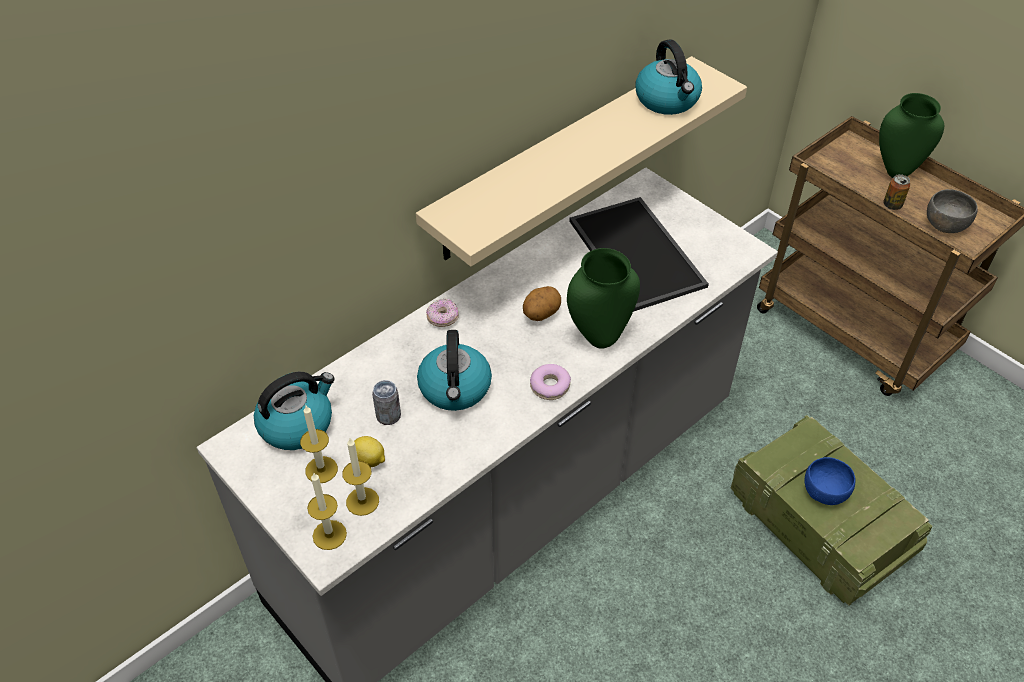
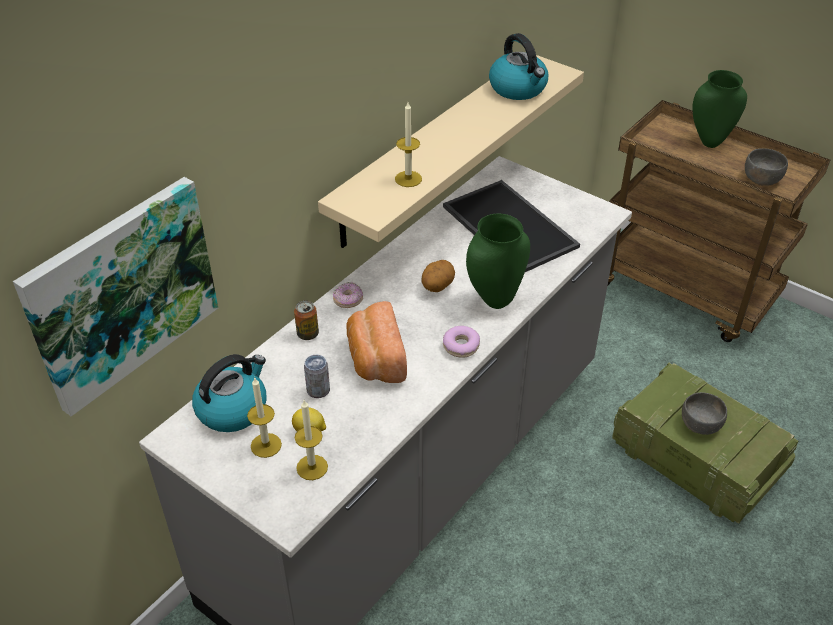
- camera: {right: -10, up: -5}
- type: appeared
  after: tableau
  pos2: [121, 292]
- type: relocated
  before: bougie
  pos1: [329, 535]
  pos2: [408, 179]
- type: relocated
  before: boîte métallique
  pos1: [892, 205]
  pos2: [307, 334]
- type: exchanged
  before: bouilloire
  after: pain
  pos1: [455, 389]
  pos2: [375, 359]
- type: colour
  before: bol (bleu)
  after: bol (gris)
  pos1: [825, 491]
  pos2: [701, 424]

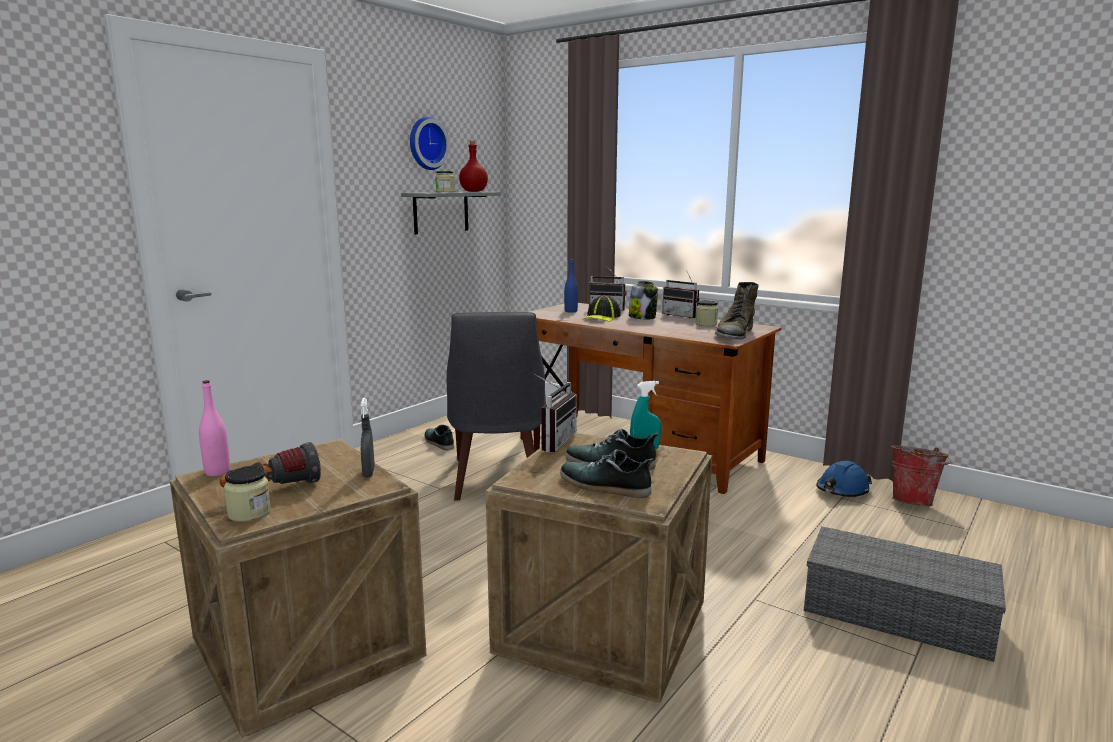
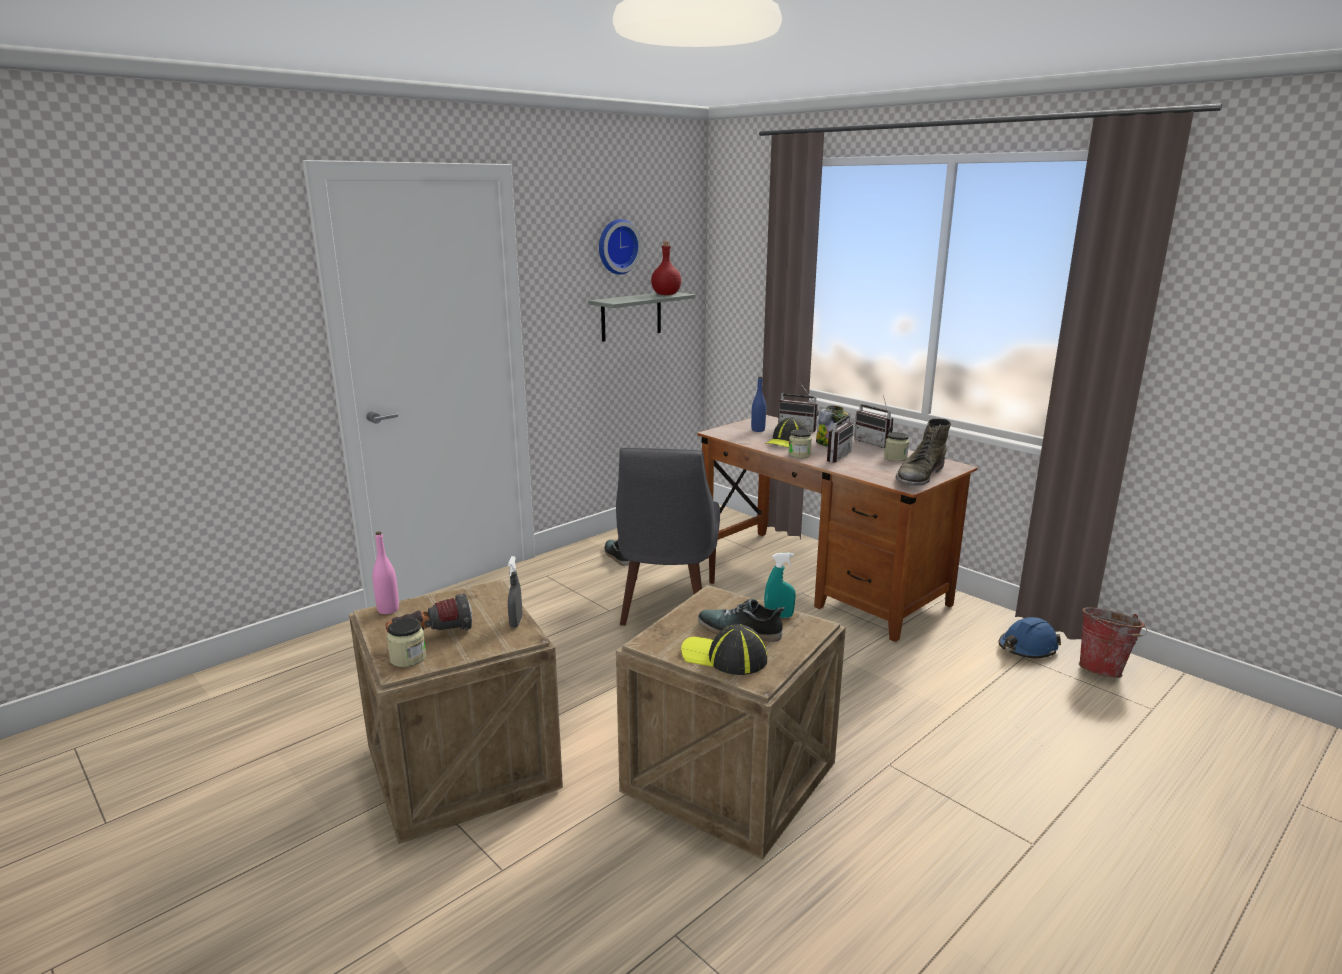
- camera: {right: 10, up: 5}
- type: missing
  before: boîte de rangement (gris)
  pos1: [900, 612]
- type: relocated
  before: bocal
  pos1: [445, 192]
  pos2: [799, 455]
- type: relocated
  before: radio
  pos1: [552, 441]
  pos2: [834, 456]
- type: exchanged
  before: chaussure
  after: casquette
  pos1: [604, 486]
  pos2: [724, 657]

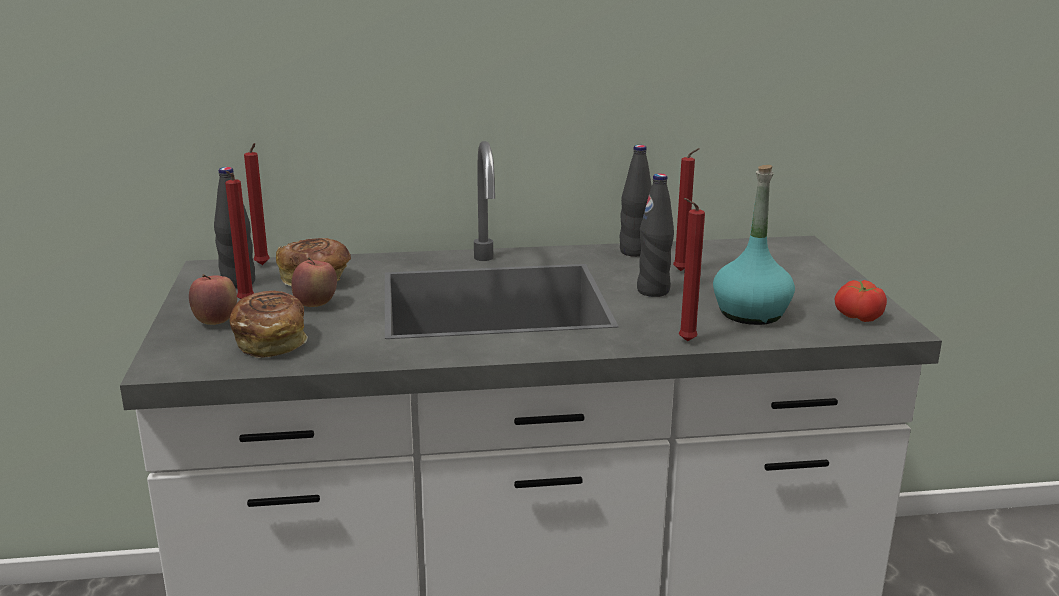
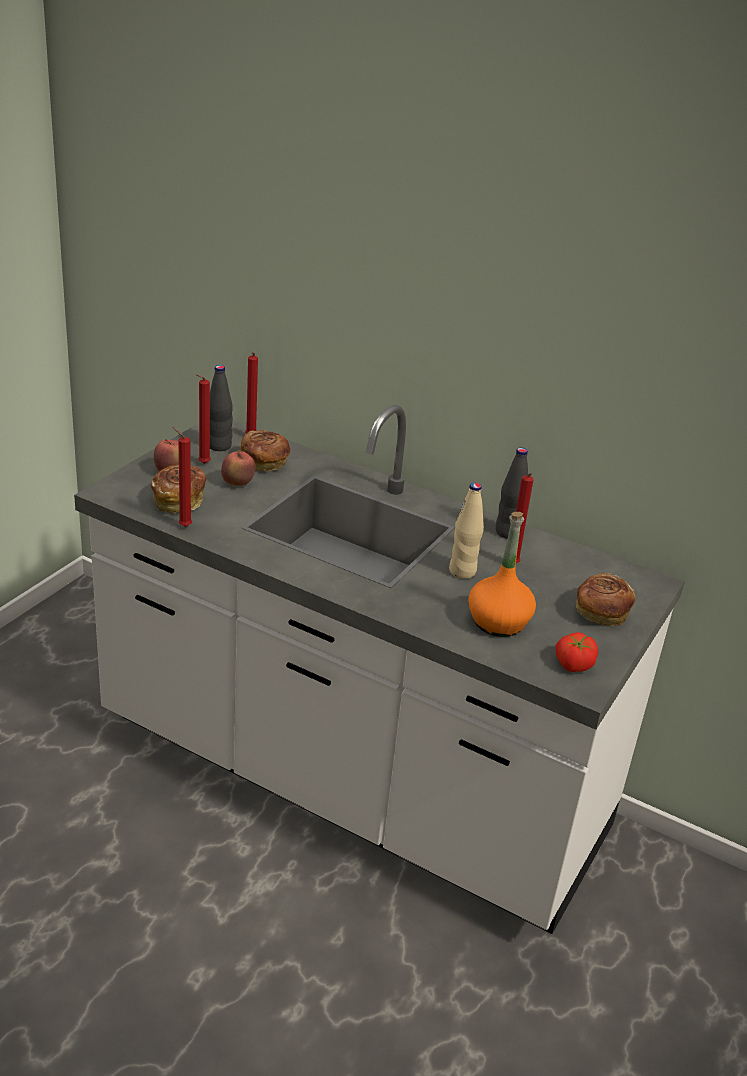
- camera: {right: 35, up: 10}
- type: appeared
  after: pain
  pos2: [601, 613]
- type: relocated
  before: bougie (rouge)
  pos1: [684, 341]
  pos2: [183, 526]
- type: colour
  before: bouteille (noir)
  after: bouteille (beige)
  pos1: [653, 291]
  pos2: [462, 571]
- type: colour
  before: bouteille (turquoise)
  after: bouteille (orange)
  pos1: [750, 313]
  pos2: [498, 622]

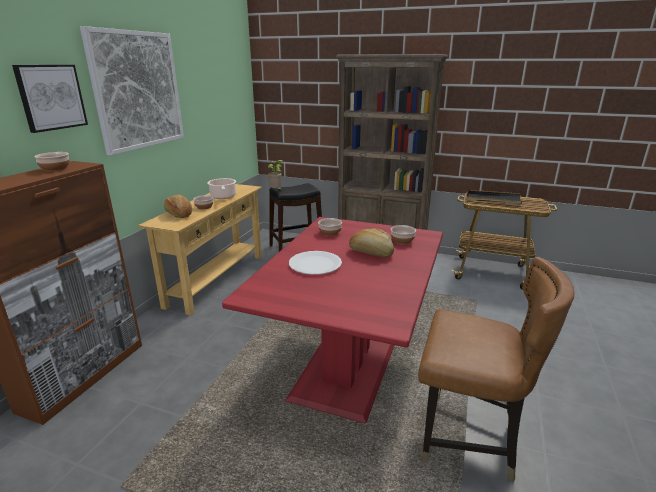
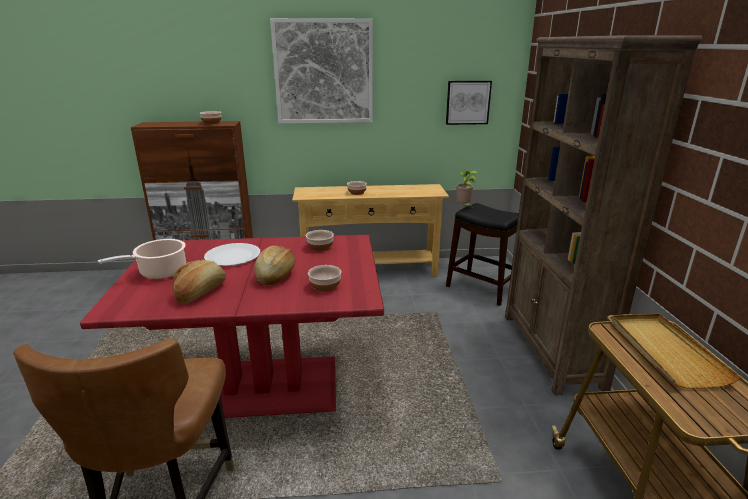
- camera: {right: 65, up: 0}
- type: relocated
  before: tableau
  pos1: [51, 97]
  pos2: [467, 102]
- type: relocated
  before: pain
  pos1: [179, 214]
  pos2: [200, 292]
- type: relocated
  before: marmite
  pos1: [223, 197]
  pos2: [160, 272]
- type: colour
  before: plateau (noir)
  after: plateau (beige)
  pos1: [493, 199]
  pos2: [665, 351]

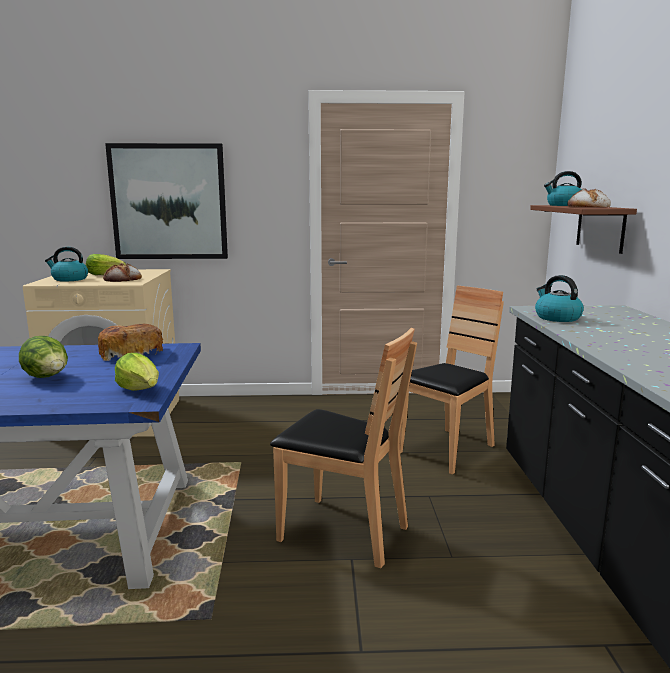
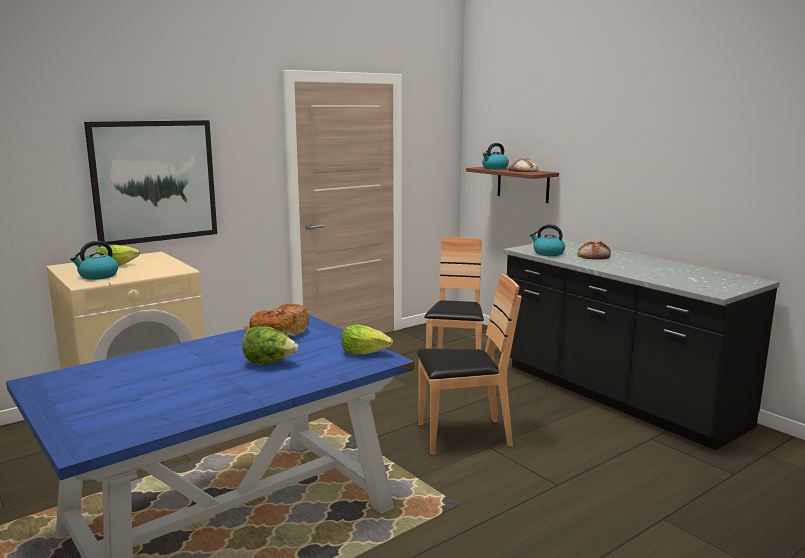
- camera: {right: -35, up: 0}
- type: relocated
  before: pain
  pos1: [123, 279]
  pos2: [594, 256]

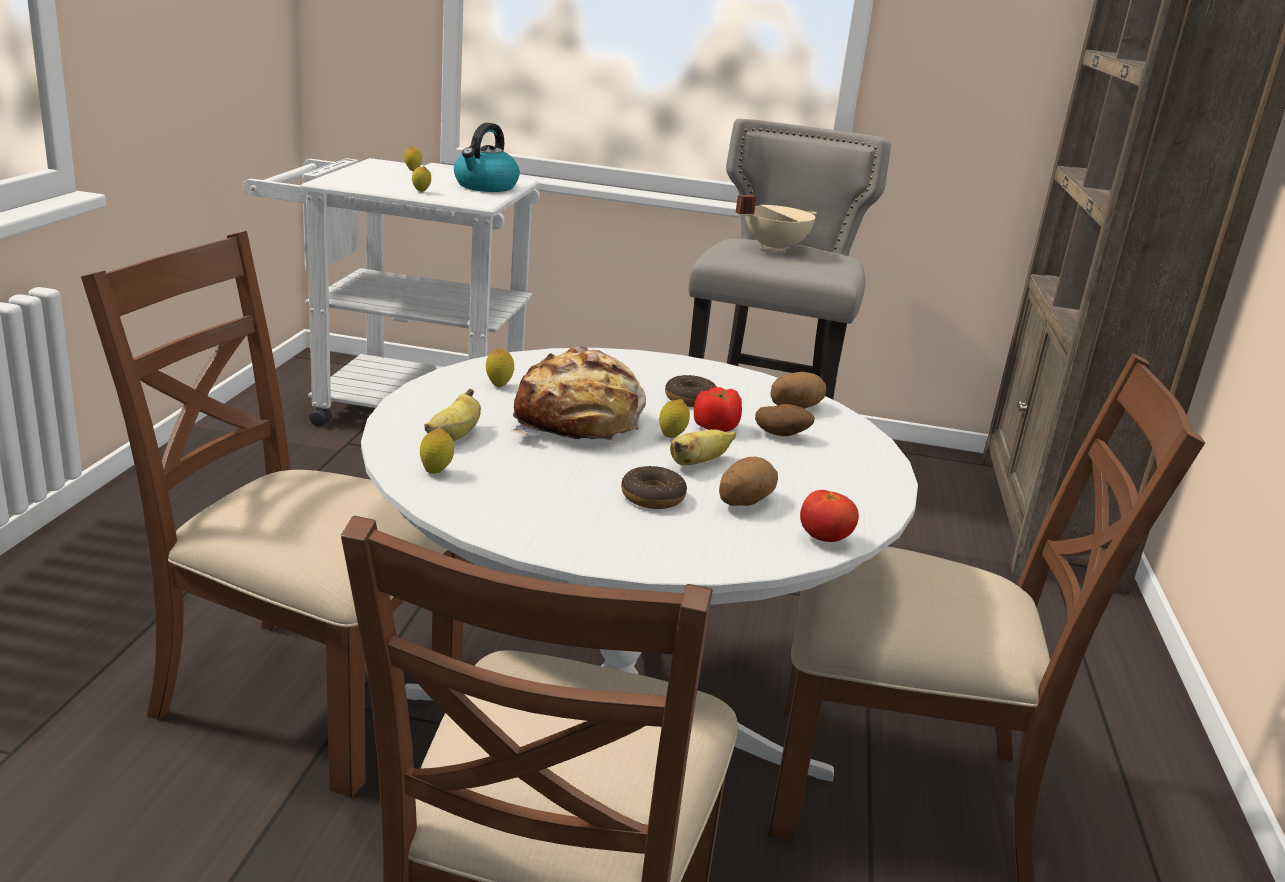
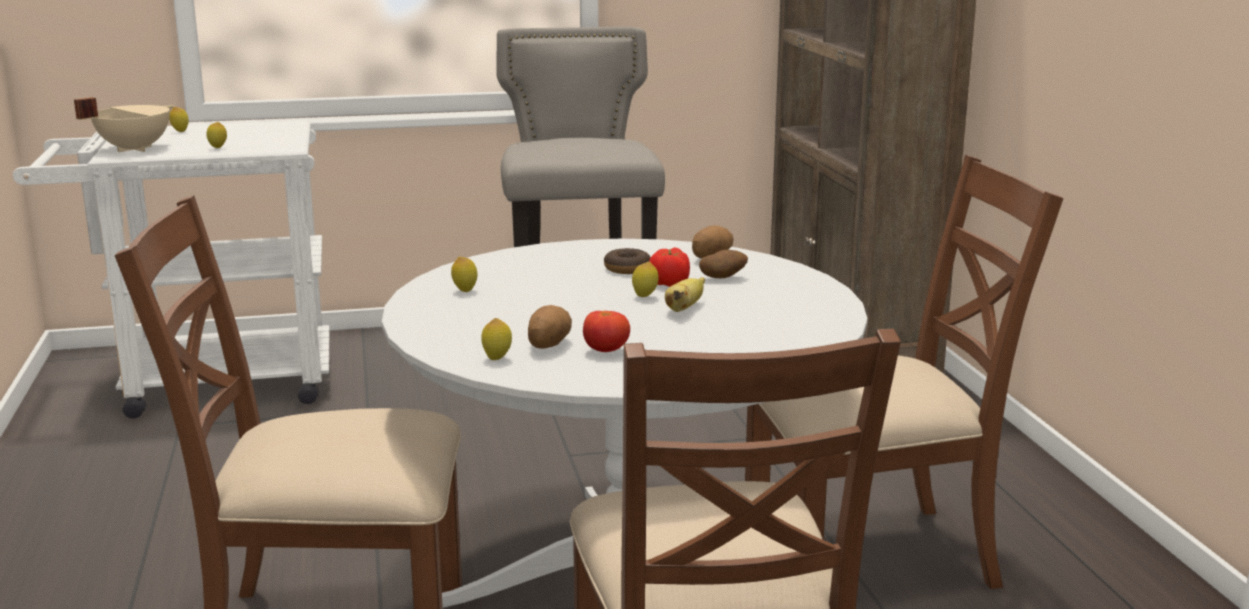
- camera: {right: -20, up: -5}
- type: missing
  before: banane
  pos1: [454, 437]
- type: missing
  before: bouilloire
  pos1: [485, 186]
- type: missing
  before: pain
  pos1: [578, 423]
- type: missing
  before: beignet
  pos1: [652, 497]
- type: relocated
  before: pomme de terre
  pos1: [743, 501]
  pos2: [547, 345]
- type: relocated
  before: marmite (beige)
  pos1: [773, 248]
  pos2: [133, 149]
- type: relocated
  before: tomate
  pos1: [824, 539]
  pos2: [606, 351]

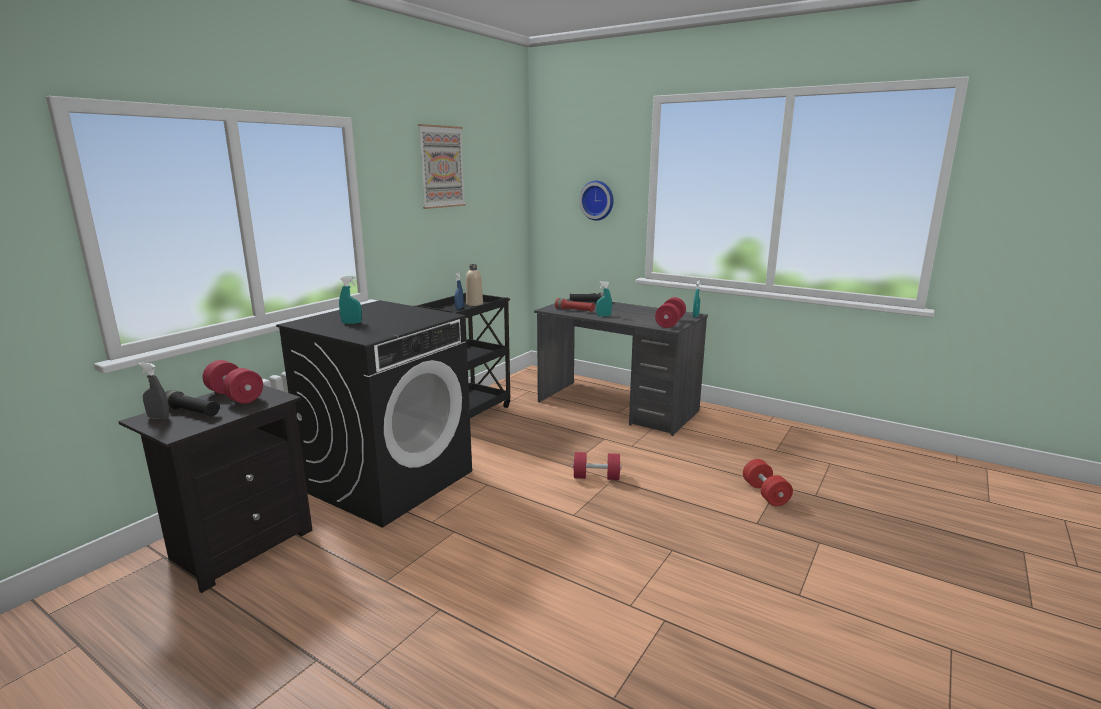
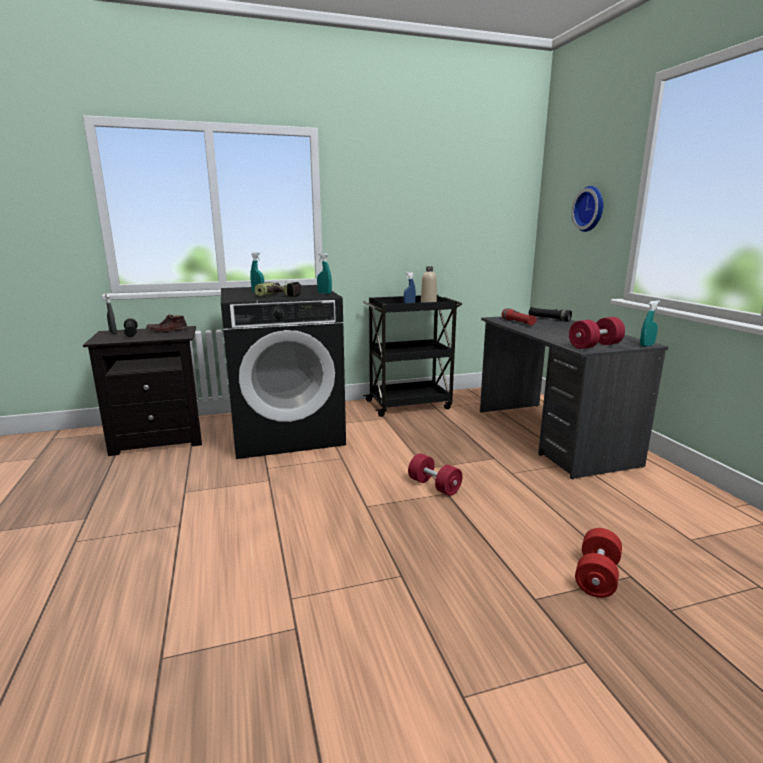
- camera: {right: 40, up: 0}
- type: missing
  before: tableau
  pos1: [441, 167]
- type: appeared
  after: perceuse
  pos2: [282, 294]
- type: relocated
  before: vaporisateur (turquoise)
  pos1: [603, 316]
  pos2: [324, 293]
- type: exchanged
  before: haltère (rouge)
  after: chaussure (marron)
  pos1: [235, 396]
  pos2: [167, 331]

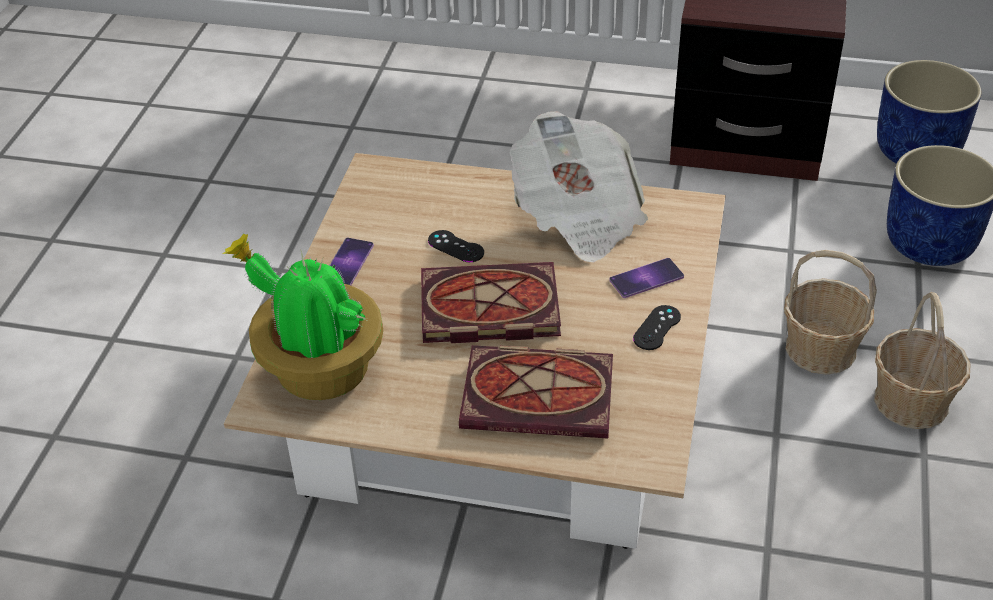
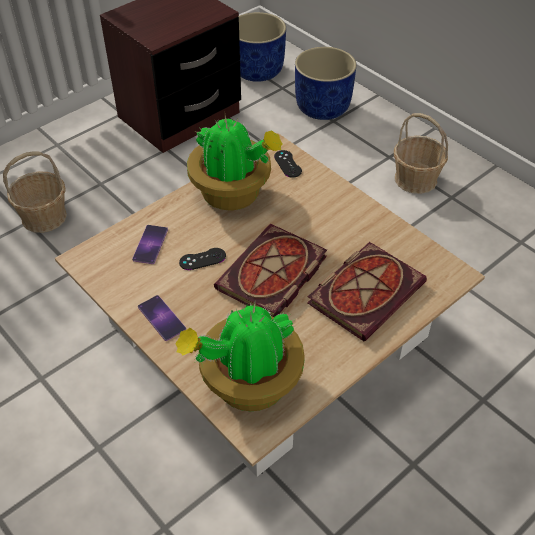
- camera: {right: -55, up: 5}
- type: relocated
  before: téléphone
  pos1: [646, 278]
  pos2: [150, 244]
- type: relocated
  before: manette (noir)
  pos1: [657, 328]
  pos2: [287, 164]
- type: relocated
  before: panier
  pos1: [821, 349]
  pos2: [44, 217]
- type: exchanged
  before: journal
  after: plante en pot
  pos1: [578, 216]
  pos2: [233, 194]

